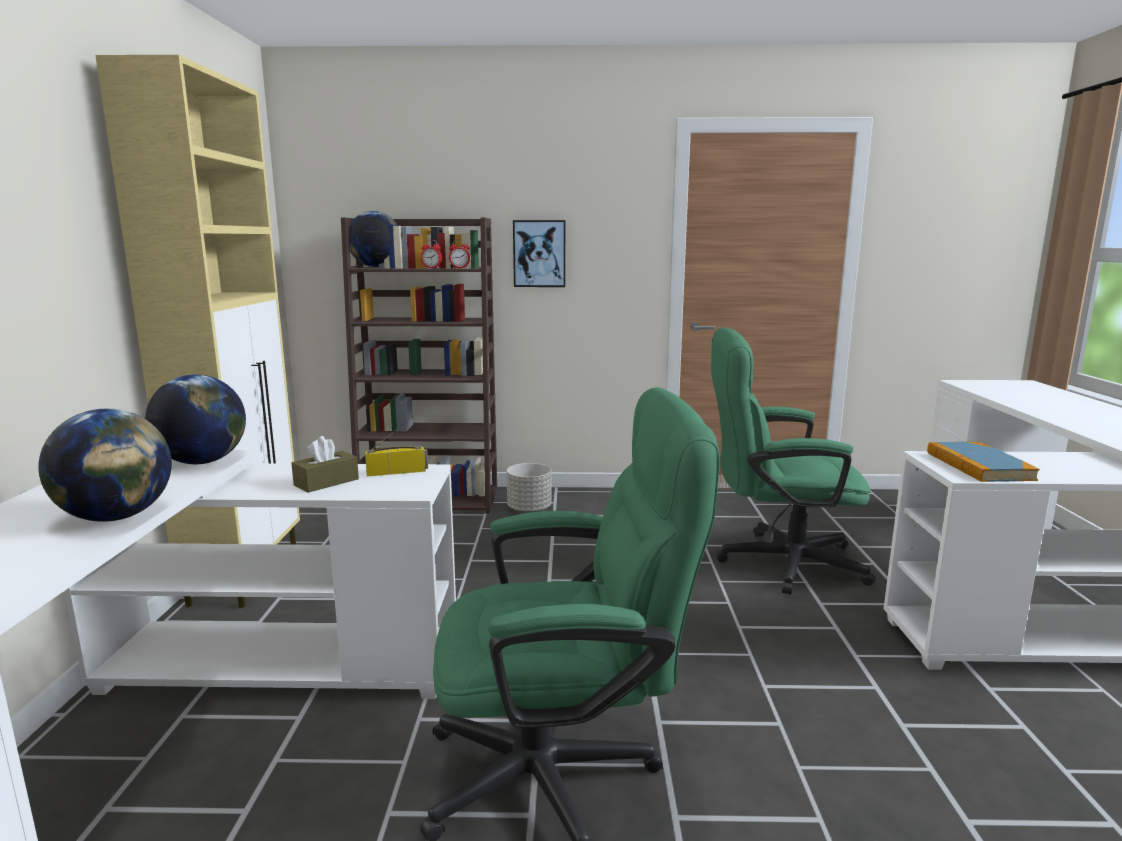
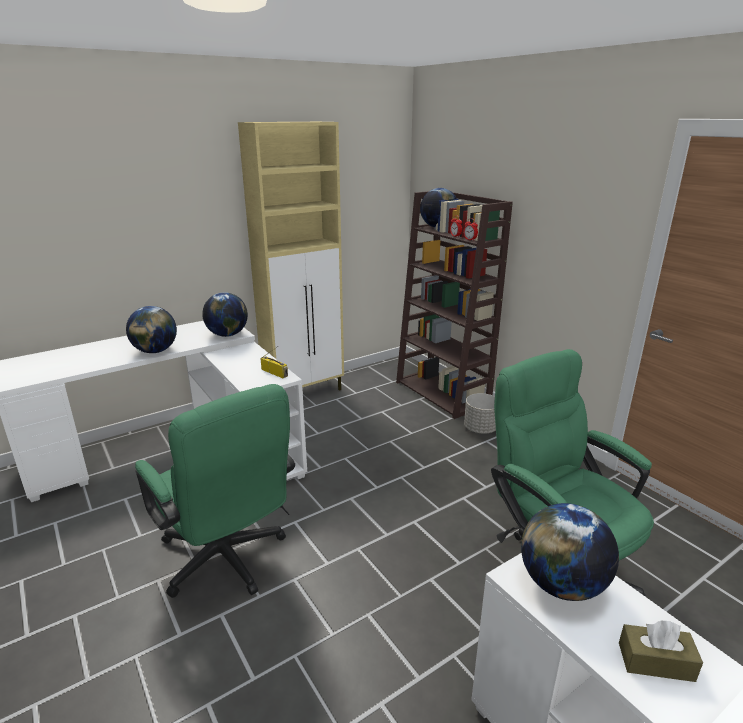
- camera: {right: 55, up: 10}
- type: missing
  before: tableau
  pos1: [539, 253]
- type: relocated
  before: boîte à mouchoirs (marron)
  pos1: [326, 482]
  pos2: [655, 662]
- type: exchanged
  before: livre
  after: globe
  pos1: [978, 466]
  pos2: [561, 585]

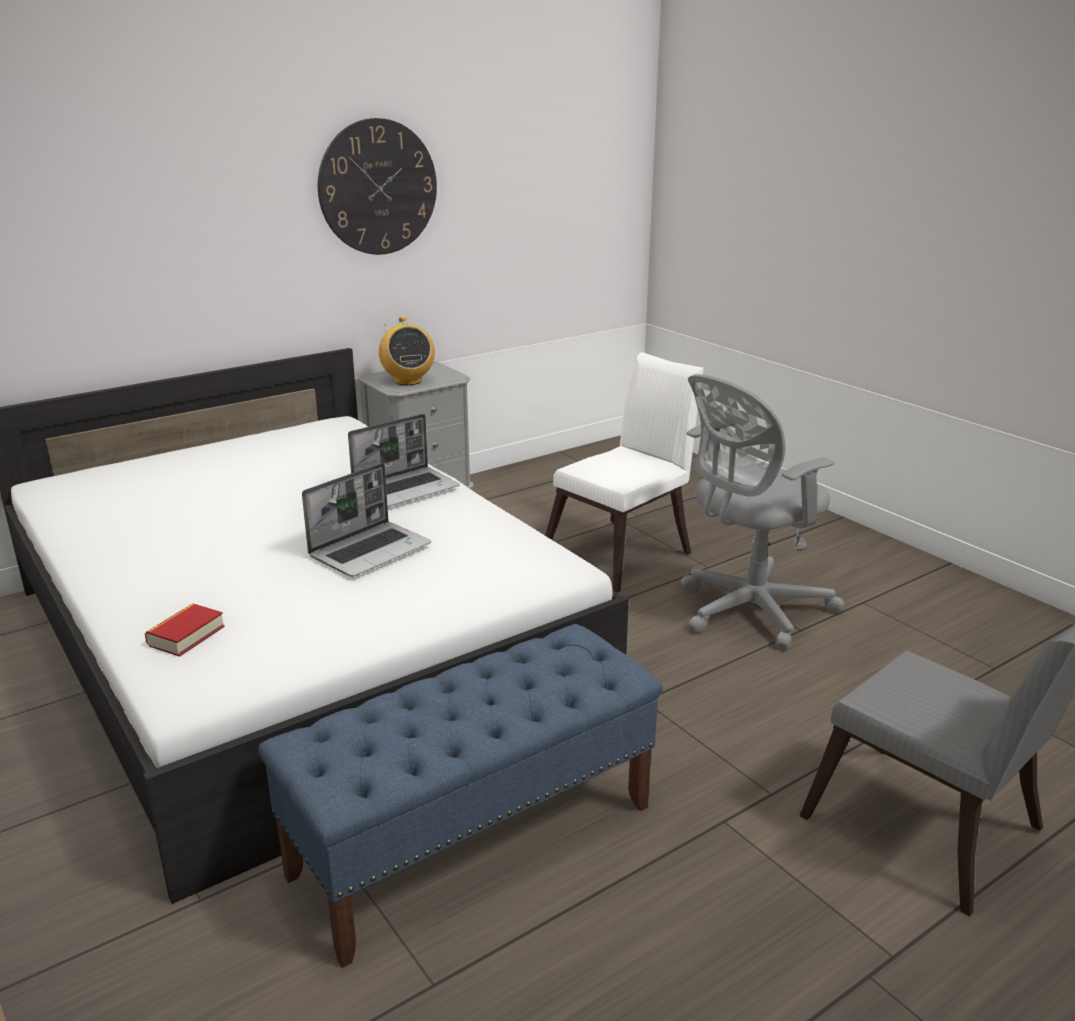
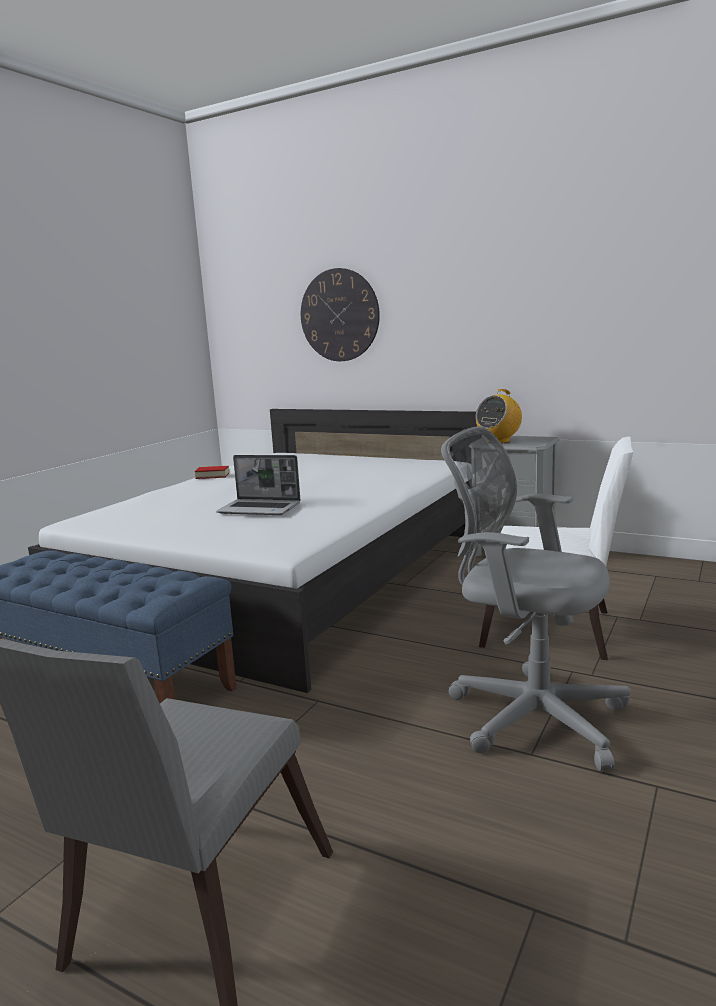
- camera: {right: 65, up: -10}
- type: missing
  before: ordinateur portable
  pos1: [406, 489]
- type: relocated
  before: livre
  pos1: [186, 636]
  pos2: [212, 476]
- type: relocated
  before: horloge murale
  pos1: [378, 187]
  pos2: [339, 315]

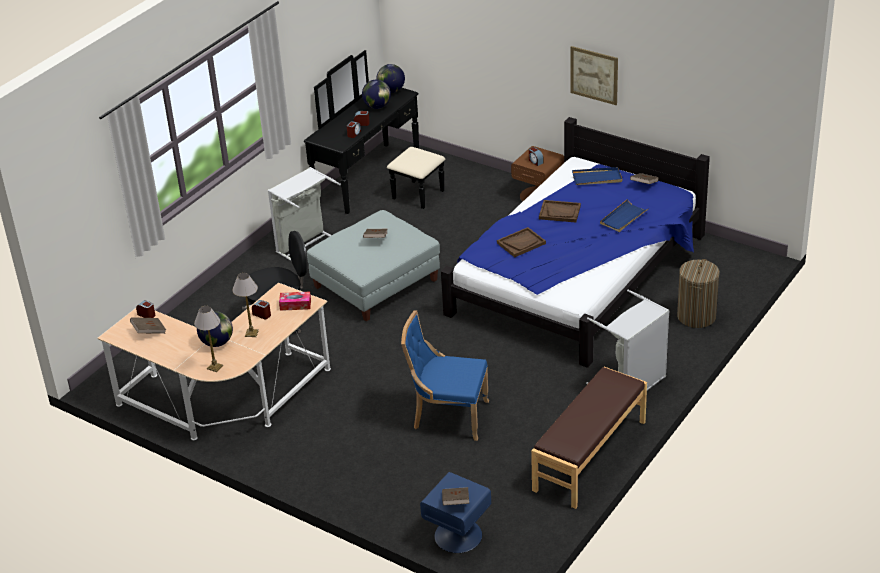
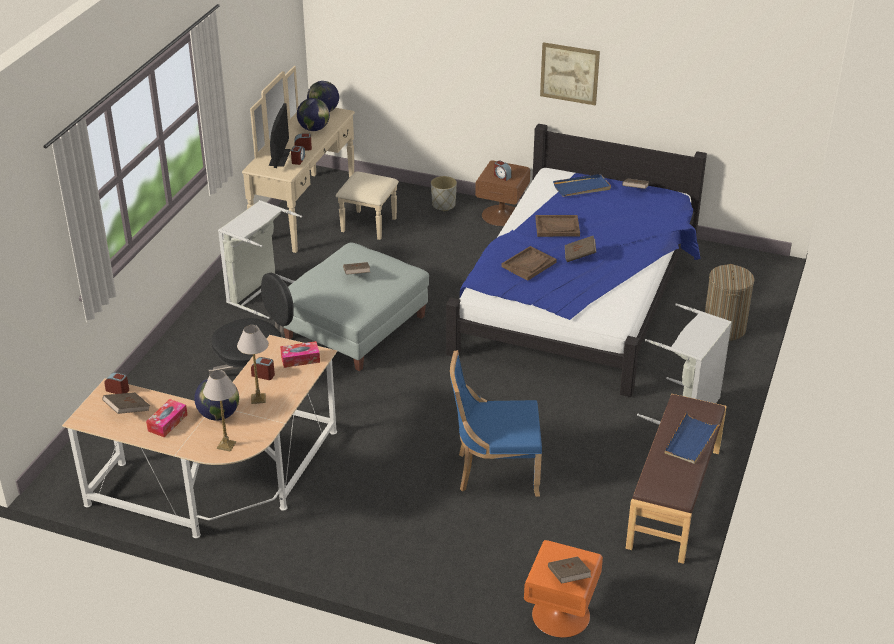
- camera: {right: -15, up: 0}
- type: appeared
  after: boîte à mouchoirs
  pos2: [167, 423]
- type: appeared
  after: écran d'ordinateur
  pos2: [279, 157]
- type: appeared
  after: cache-pot (gris)
  pos2: [443, 205]
- type: appeared
  after: livre (marron)
  pos2: [579, 256]
- type: relocated
  before: plateau (bleu)
  pos1: [623, 218]
  pos2: [691, 440]
- type: colour
  before: commode (noir)
  after: commode (beige)
  pos1: [379, 181]
  pos2: [319, 214]
- type: colour
  before: table de chevet (bleu)
  after: table de chevet (orange)
  pos1: [457, 536]
  pos2: [560, 615]

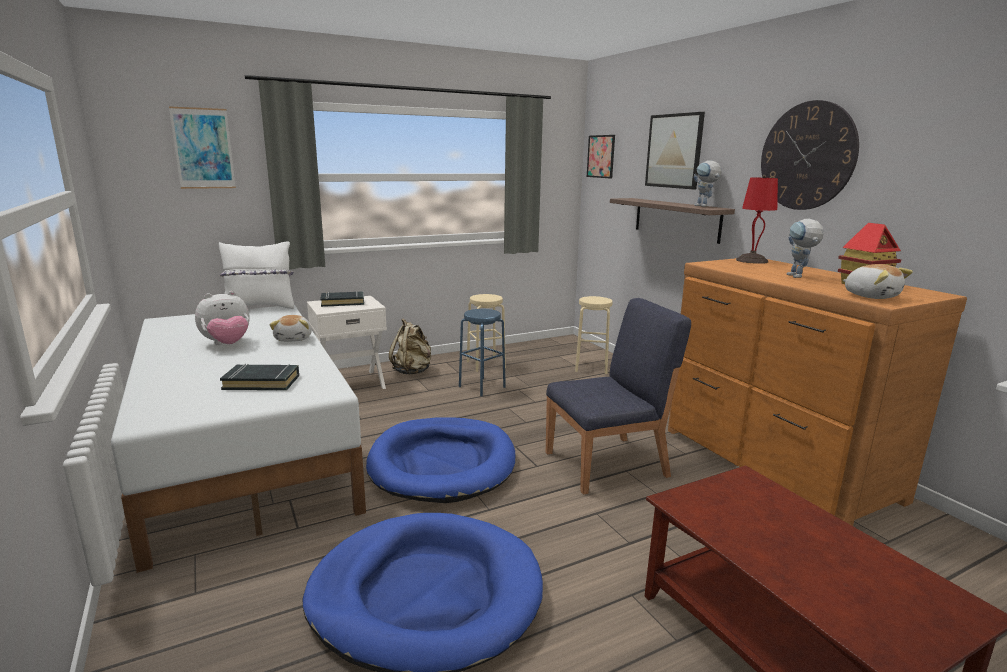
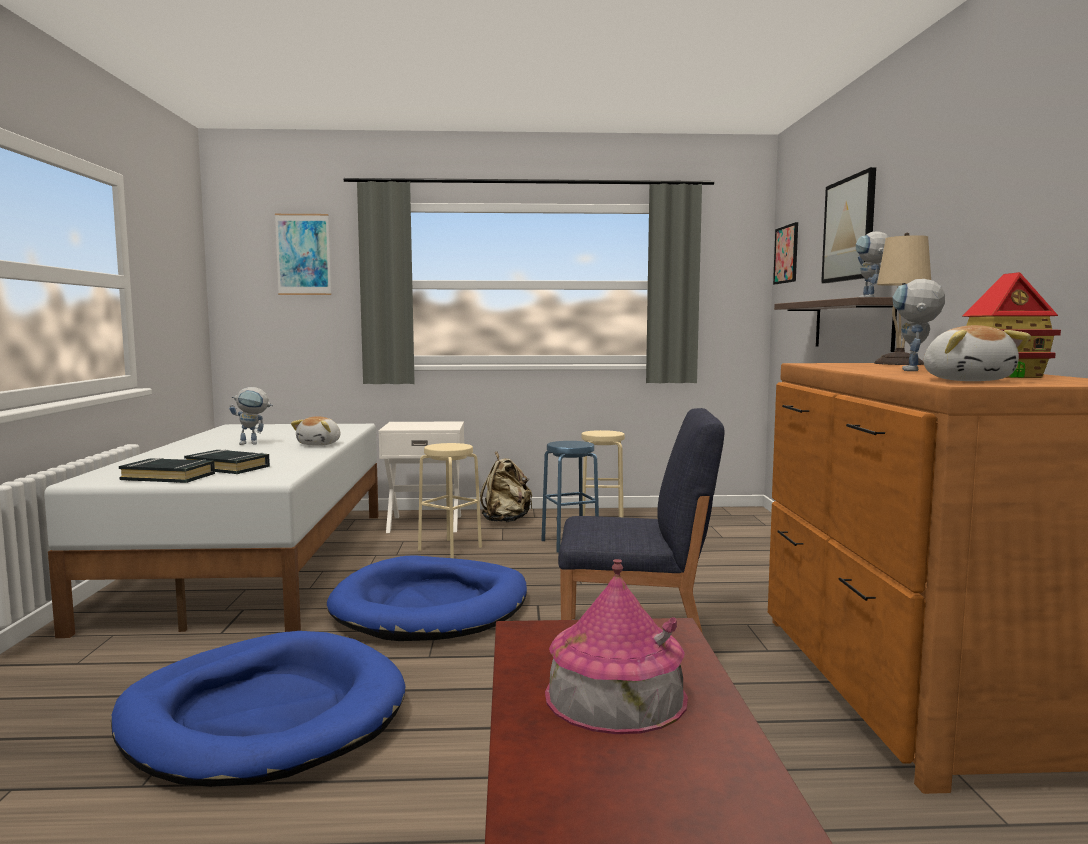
- camera: {right: 25, up: -10}
- type: missing
  before: coussin (blanc)
  pos1: [260, 307]
- type: missing
  before: horloge murale
  pos1: [807, 156]
- type: appeared
  after: maison miniature
  pos2: [615, 696]
- type: relocated
  before: livre (noir)
  pos1: [342, 302]
  pos2: [169, 477]
- type: relocated
  before: tabouret (beige)
  pos1: [591, 367]
  pos2: [450, 548]
- type: exchanged
  before: peluche
  after: robot jouet
  pos1: [227, 344]
  pos2: [254, 443]
- type: colour
  before: lampe de table (rouge)
  after: lampe de table (beige)
  pos1: [752, 260]
  pos2: [900, 363]

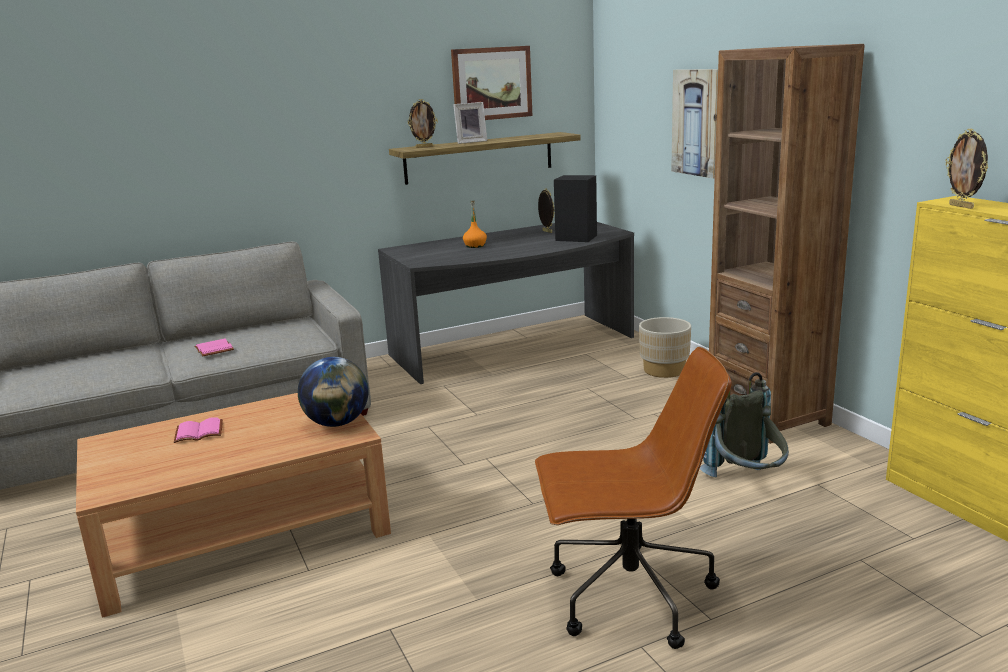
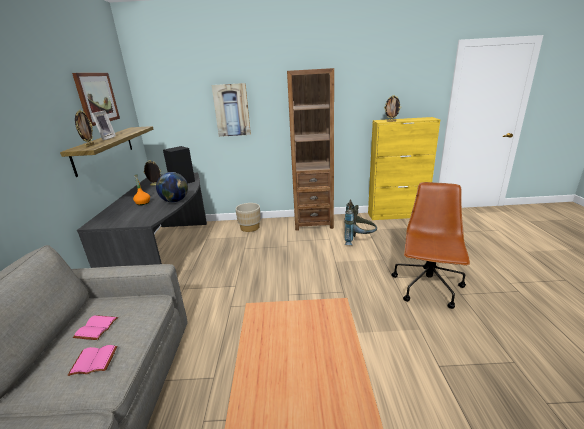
- camera: {right: -65, up: 5}
- type: relocated
  before: livre (rose)
  pos1: [200, 432]
  pos2: [96, 327]
- type: relocated
  before: globe
  pos1: [337, 423]
  pos2: [175, 201]

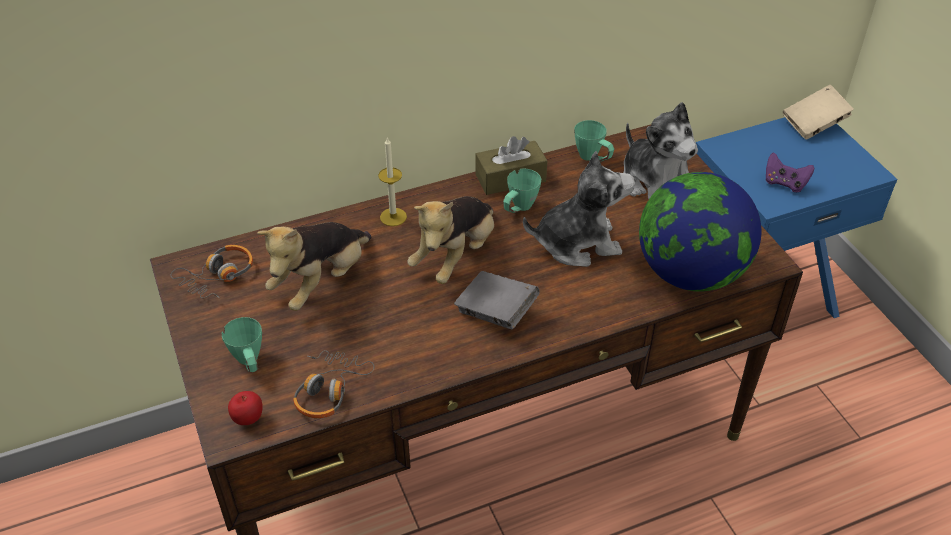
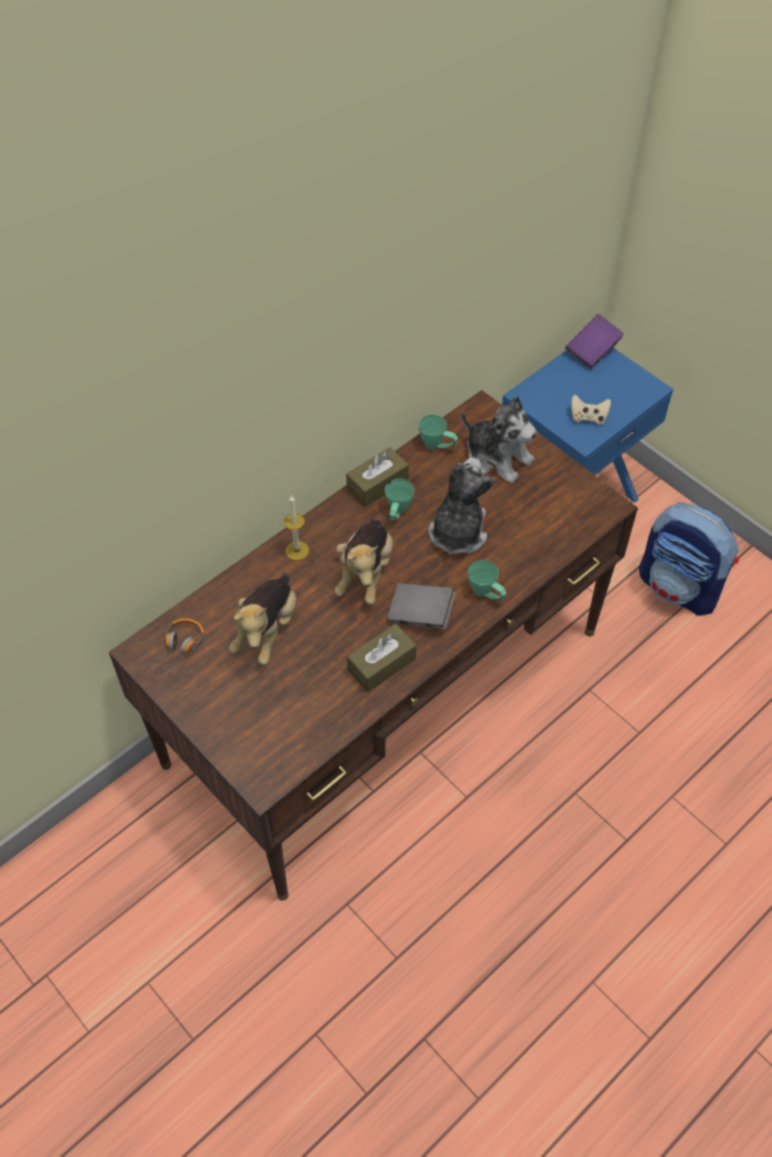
- camera: {right: -20, up: 10}
- type: missing
  before: pomme
  pos1: [248, 419]
- type: missing
  before: casque audio
  pos1: [329, 390]
- type: missing
  before: globe
  pos1: [690, 273]
- type: appeared
  after: boîte à mouchoirs (marron)
  pos2: [381, 664]
- type: appeared
  after: sac à dos
  pos2: [679, 587]
- type: relocated
  before: mug (vert)
  pos1: [250, 364]
  pos2: [486, 594]
- type: colour
  before: manette (violet)
  after: manette (beige)
  pos1: [784, 183]
  pos2: [588, 417]
- type: colour
  before: livre (beige)
  after: livre (violet)
  pos1: [814, 124]
  pos2: [592, 351]
- type: spun
  before: peluche
  pos1: [577, 243]
  pos2: [457, 532]
  turn: -45

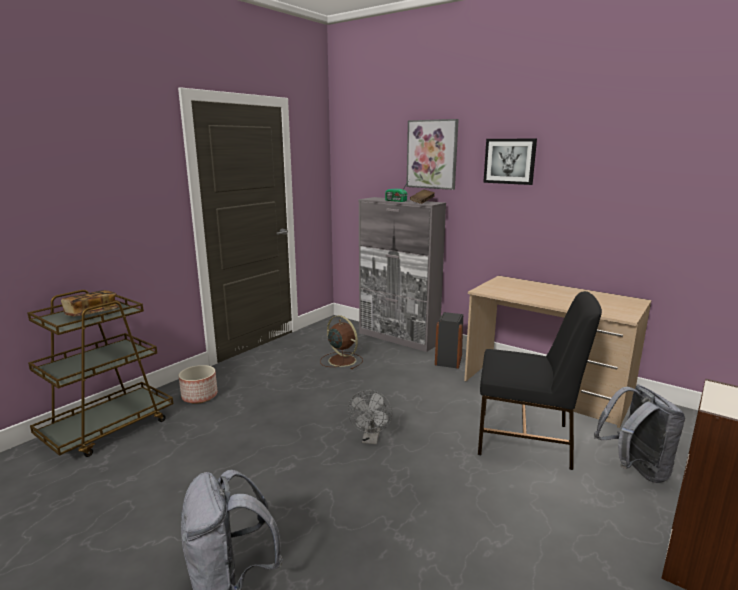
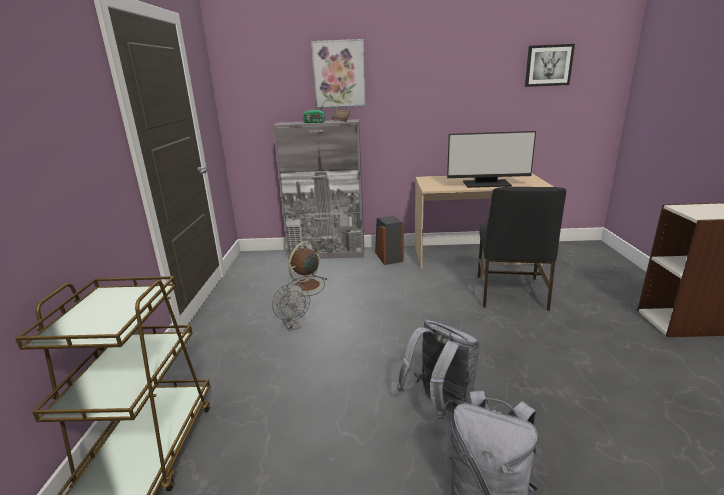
- camera: {right: -35, up: 5}
- type: missing
  before: livre
  pos1: [92, 314]
- type: missing
  before: cache-pot
  pos1: [200, 396]
- type: appeared
  after: écran d'ordinateur
  pos2: [486, 184]
- type: relocated
  before: ventilateur (gris)
  pos1: [371, 439]
  pos2: [293, 326]
- type: relocated
  before: tableau
  pos1: [509, 161]
  pos2: [548, 65]
- type: relocated
  before: sac à dos (gris)
  pos1: [634, 469]
  pos2: [440, 406]
- type: spun
  before: ventilateur (marron)
  pos1: [341, 360]
  pos2: [306, 286]
  turn: -60
- type: spun
  before: chaise (noir)
  pos1: [526, 440]
  pos2: [510, 293]
  turn: 120

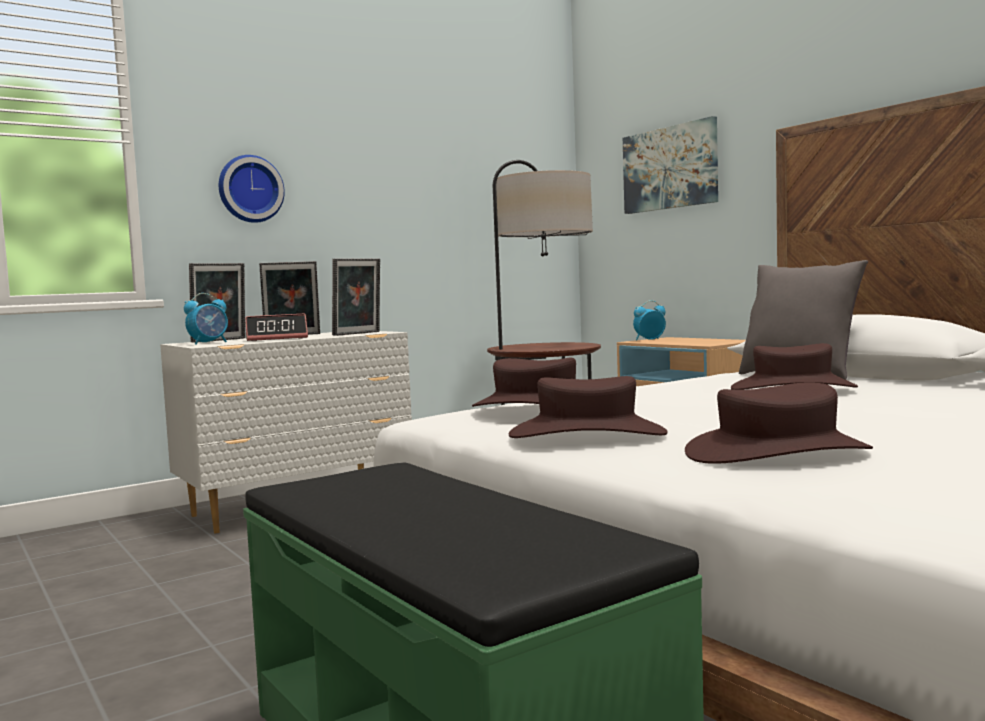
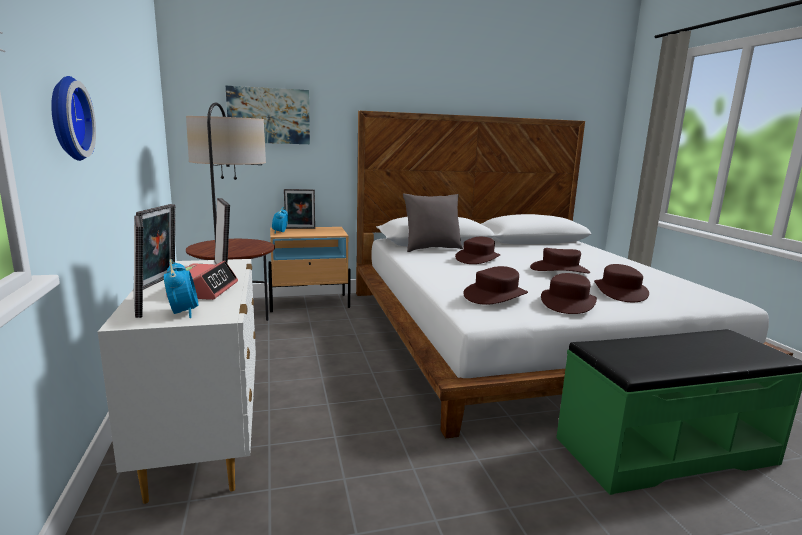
- camera: {right: -70, up: 10}
- type: appeared
  after: cadre photo
  pos2: [300, 228]
- type: appeared
  after: chapeau (marron)
  pos2: [559, 270]

